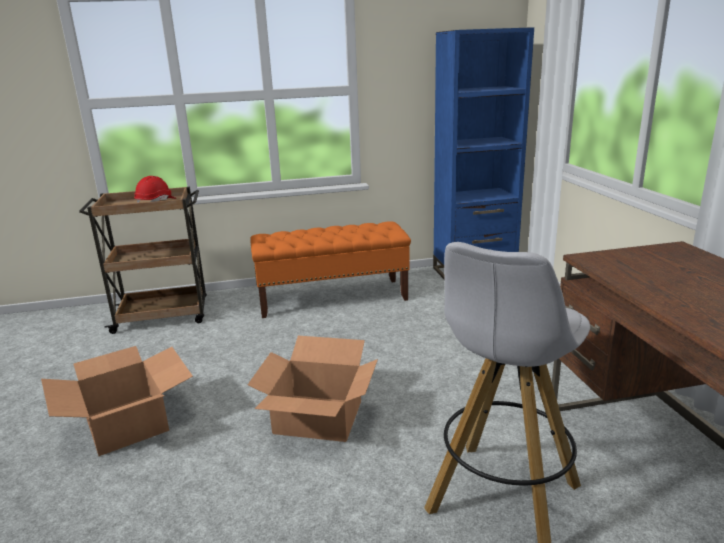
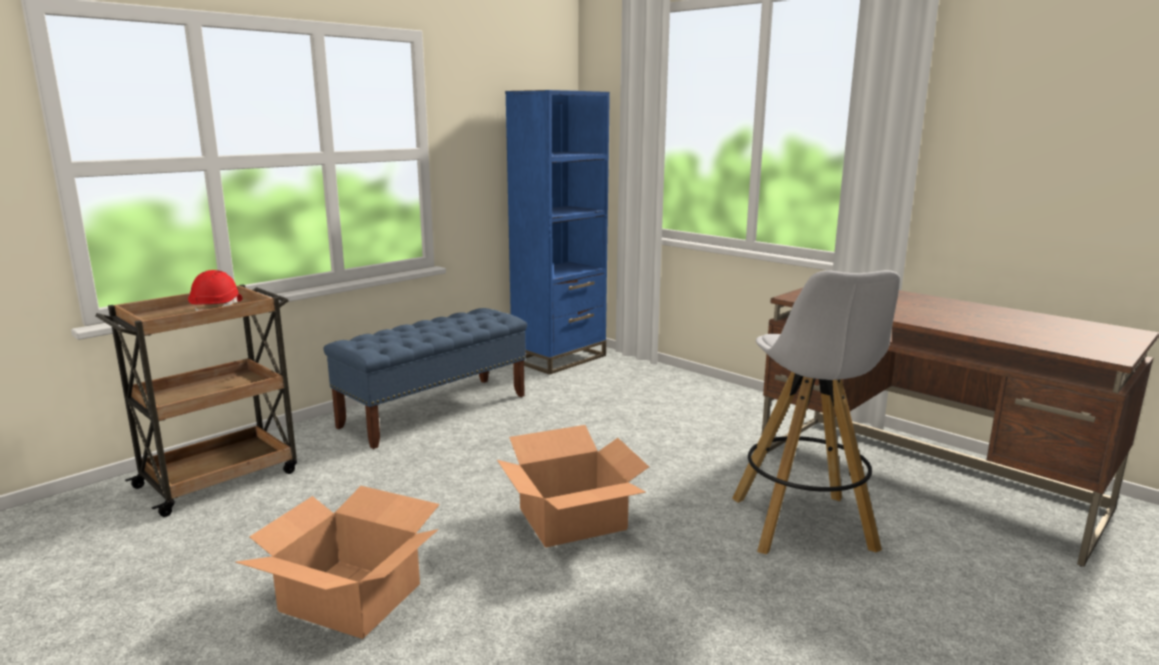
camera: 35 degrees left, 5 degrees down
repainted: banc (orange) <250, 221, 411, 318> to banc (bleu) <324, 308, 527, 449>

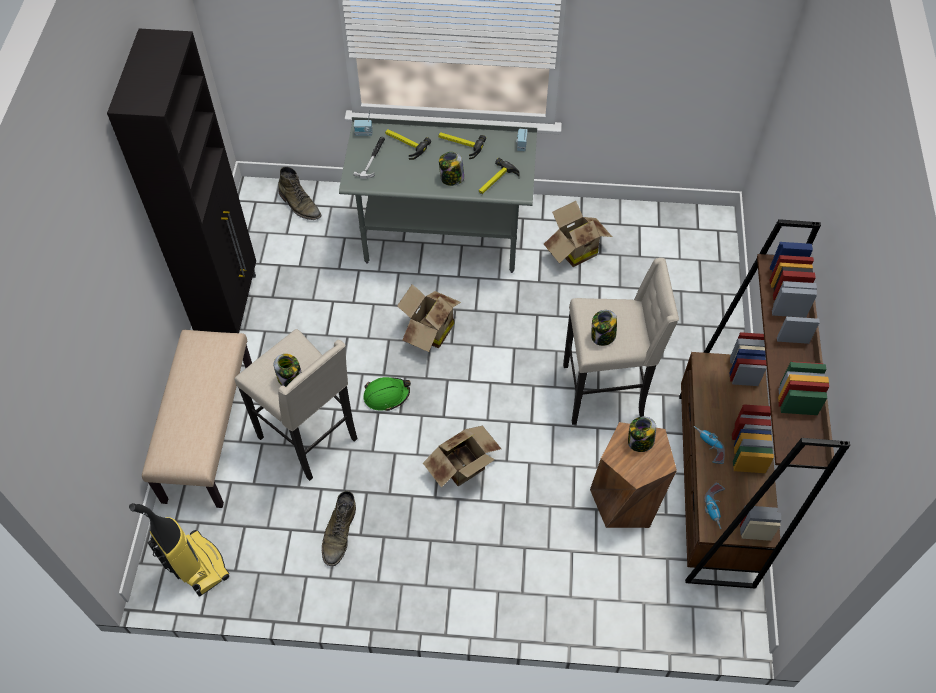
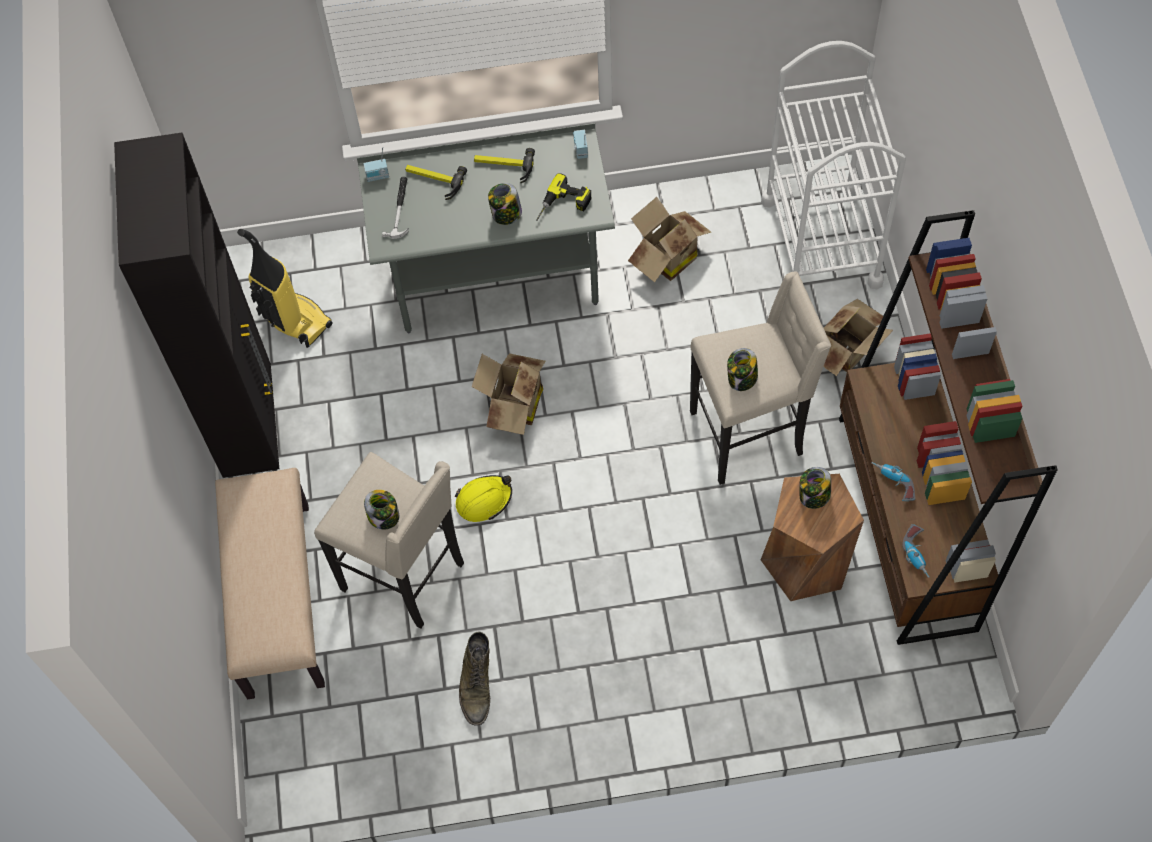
camera: 10 degrees left, 5 degrees up
gone: botte (vert) <278, 167, 322, 220>
new: chariot (blanc) <761, 41, 906, 289>
shifted: aspirateur <129, 503, 229, 597> to <237, 229, 332, 348>; carton <423, 426, 501, 488> to <823, 299, 893, 376>
swapped: marteau <479, 158, 519, 194> to perceuse <536, 173, 591, 221>
repainted: casque de chantier (vert) <363, 377, 411, 411> to casque de chantier (jaune) <455, 475, 512, 522>

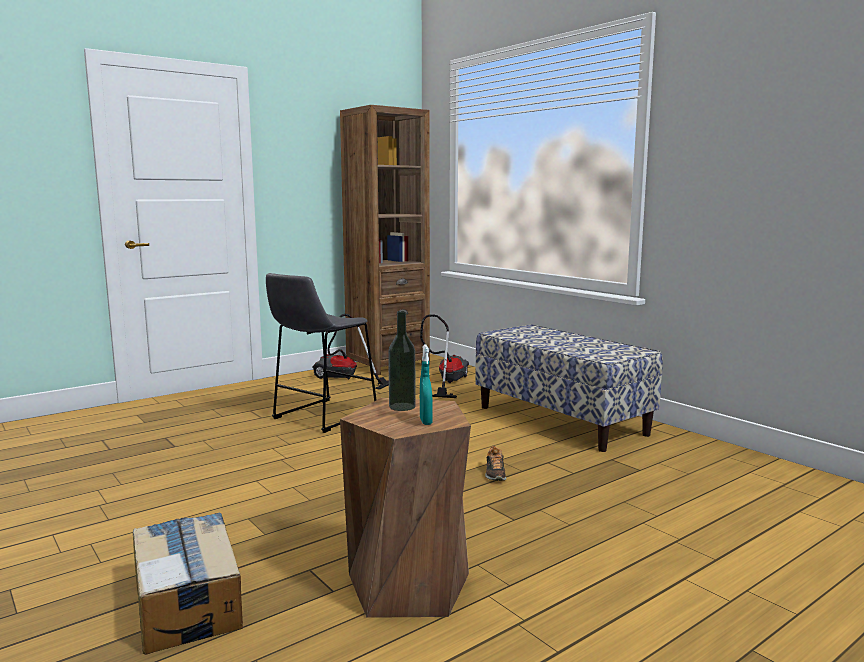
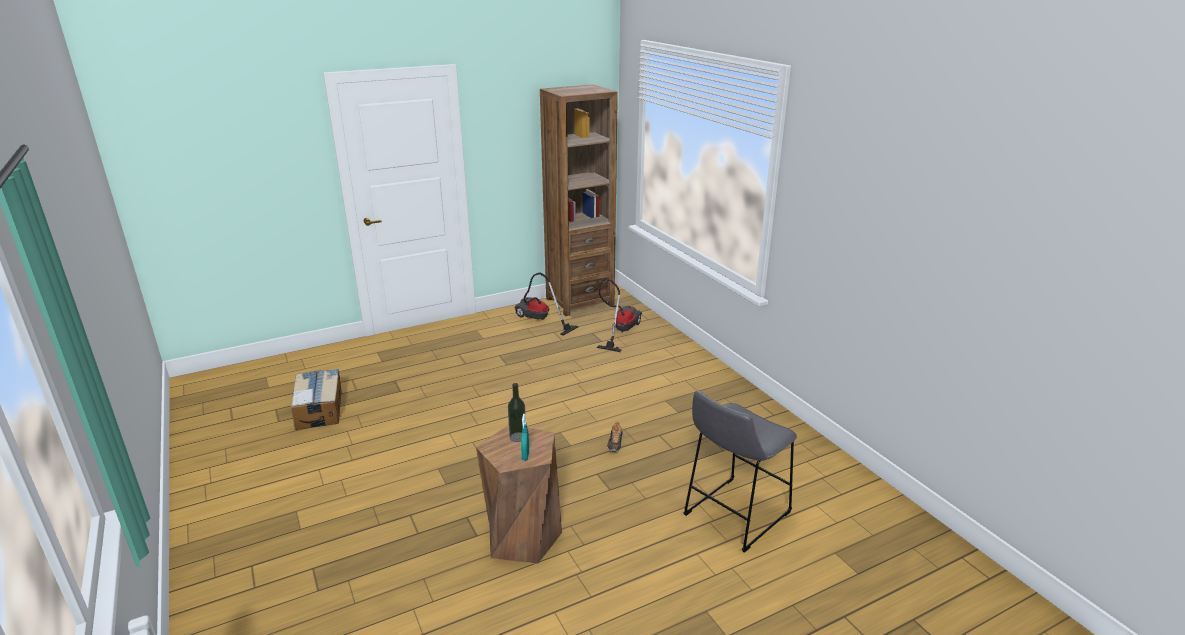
camera: 10 degrees right, 15 degrees up
gone: banc <475, 325, 663, 452>
shifted: carton <133, 513, 243, 655> to <291, 369, 341, 430>; tabouret (gris) <266, 273, 376, 433> to <683, 391, 797, 553>

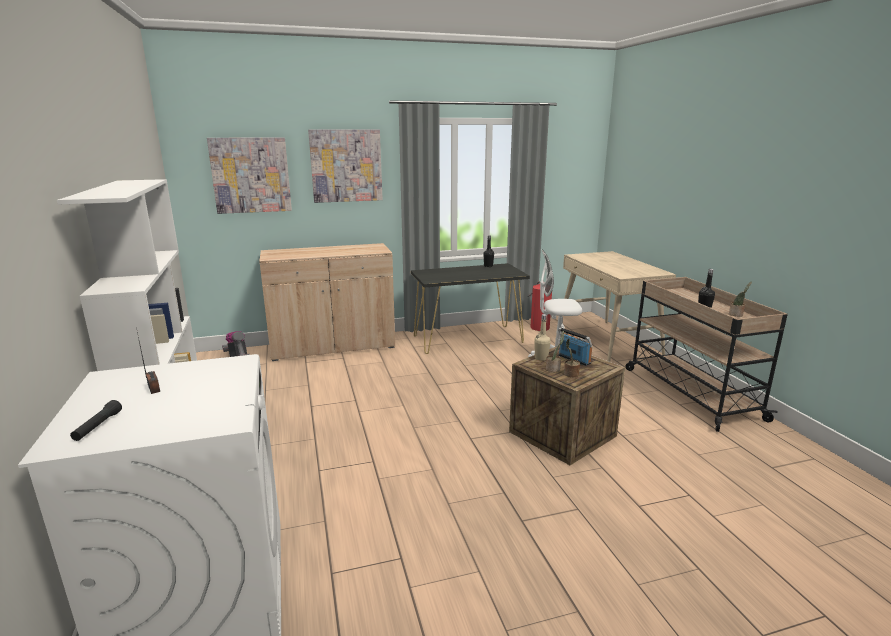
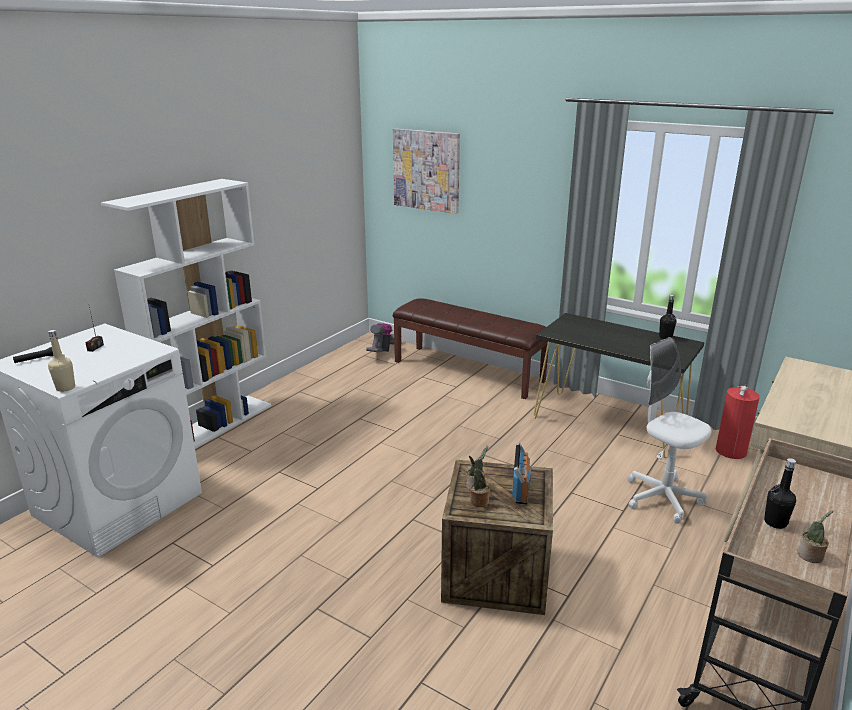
camera: 50 degrees right, 5 degrees up
gone: tableau <308, 129, 383, 203>
shifted: bouteille (beige) <534, 314, 551, 361> to <48, 330, 75, 392>
swapped: meuble de rangement (beige) <259, 243, 395, 361> to banc (marron) <393, 298, 549, 399>

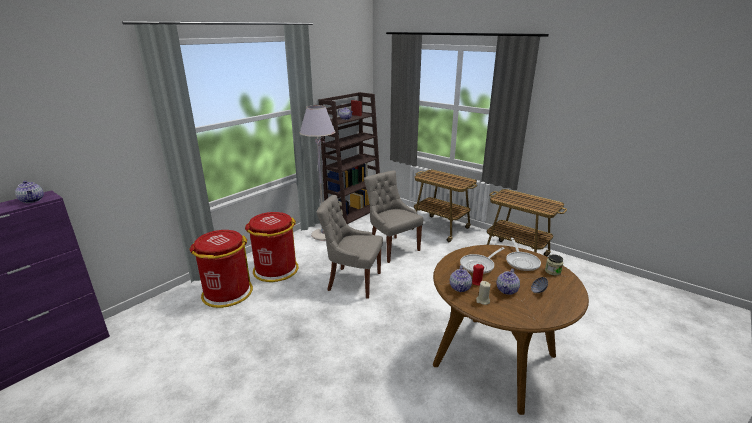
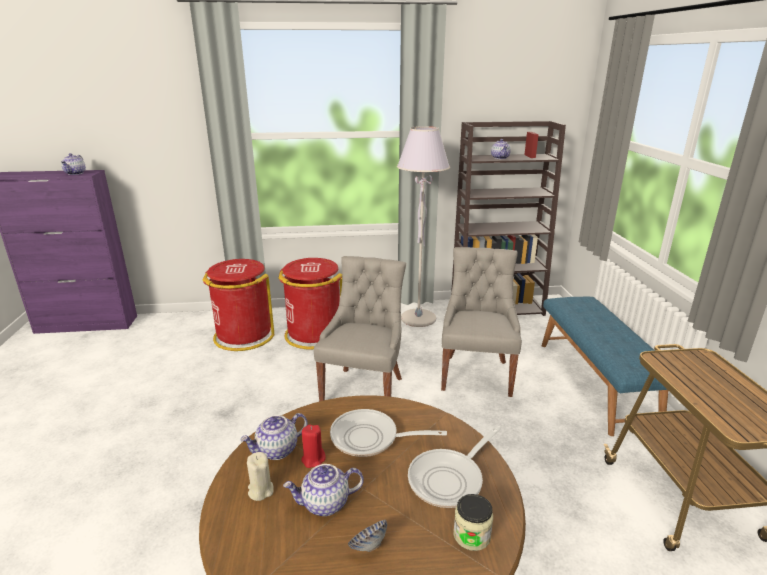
camera: 45 degrees right, 0 degrees up
swapped: chariot <411, 170, 477, 242> to banc (bleu) <542, 297, 668, 436>
rotated: chaise (gris) <317, 195, 383, 299> = <314, 256, 406, 401> 45 degrees clockwise

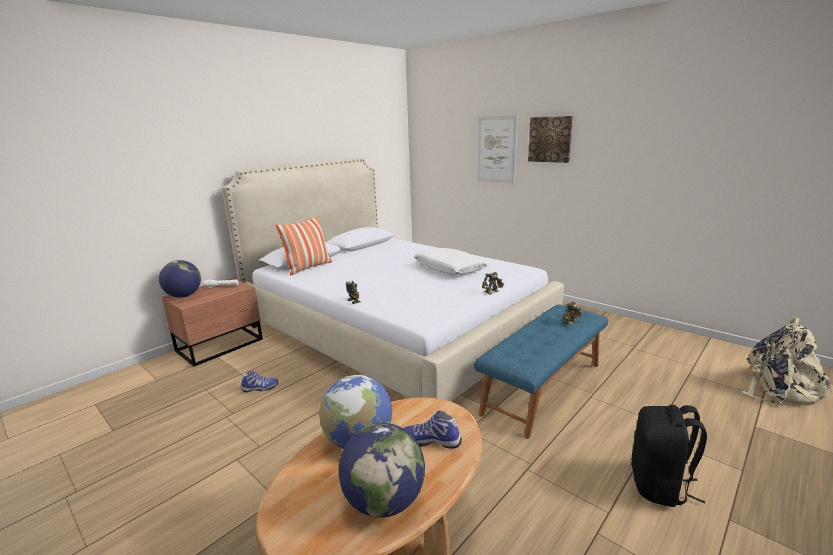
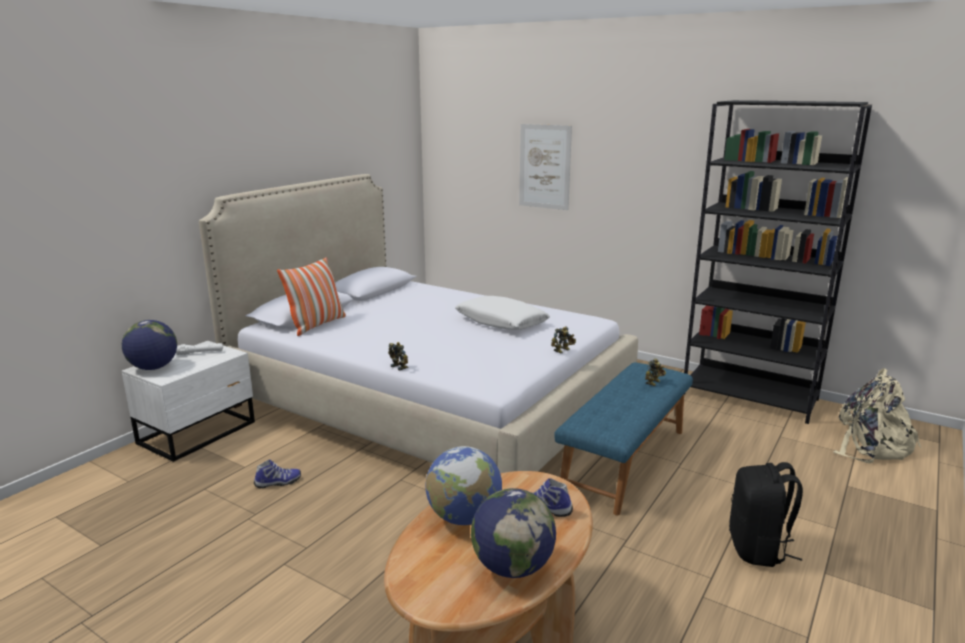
camera: 10 degrees left, 0 degrees up
gone: tableau <528, 116, 573, 163>
new: bibliothèque (noir) <684, 100, 872, 424>
repainted: table de chevet (marron) <162, 278, 263, 367> to table de chevet (blanc) <122, 341, 255, 462>

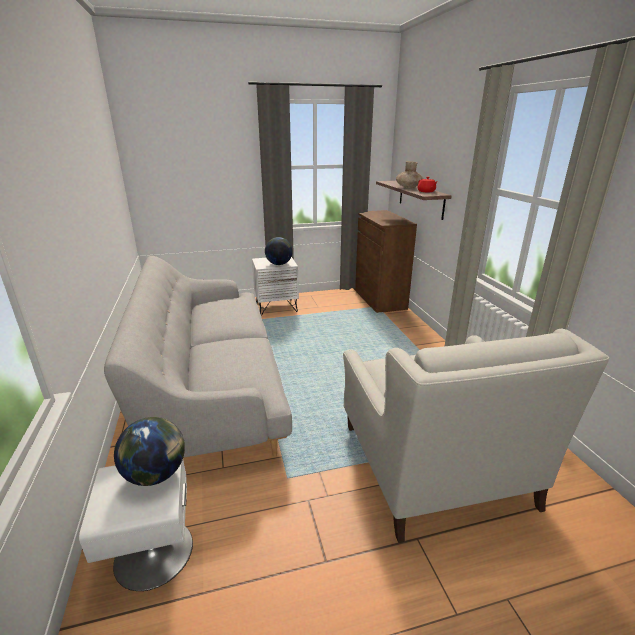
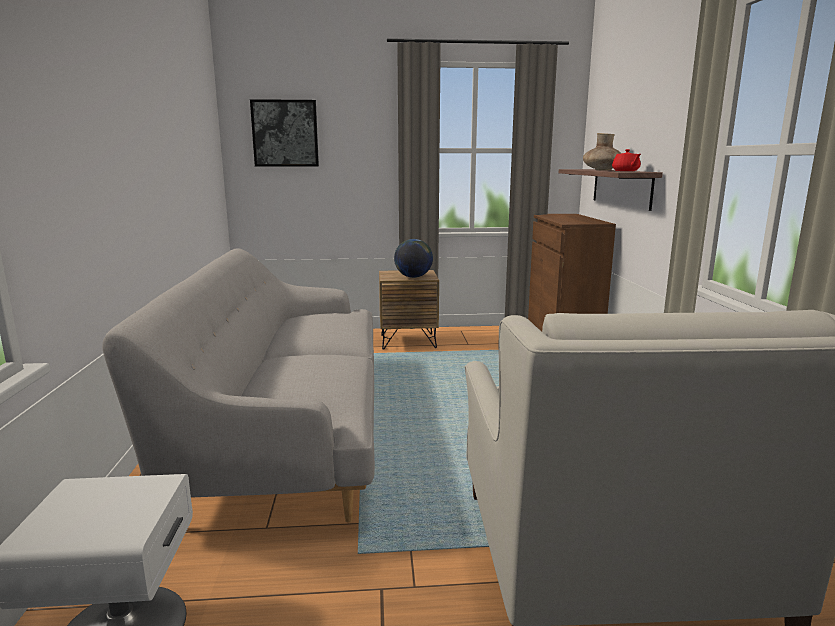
camera: 10 degrees right, 10 degrees down
gone: globe <114, 417, 185, 486>
new: tableau <250, 99, 319, 166>
repainted: table de chevet (blanc) <252, 257, 299, 316> to table de chevet (marron) <379, 270, 439, 349>

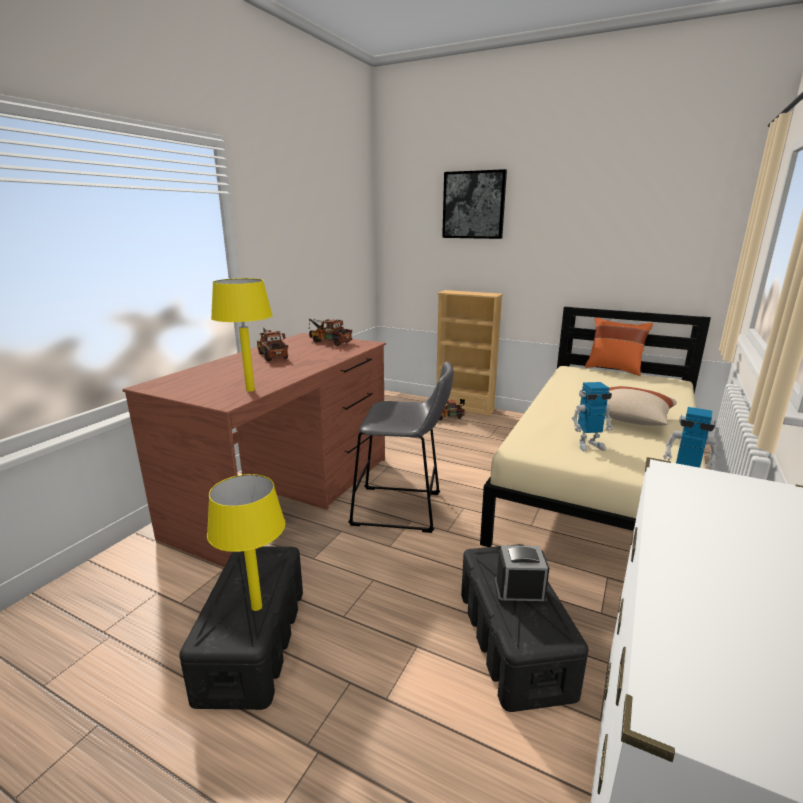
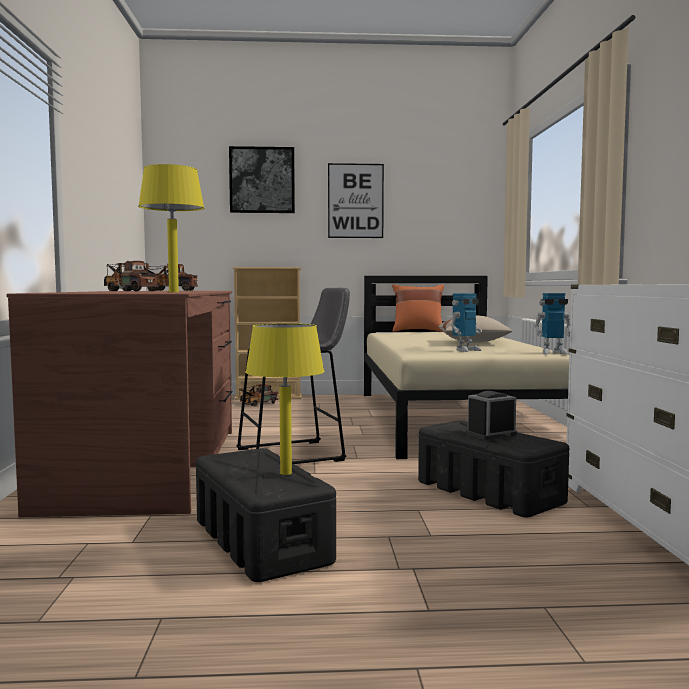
camera: 30 degrees left, 15 degrees down
new: tableau <328, 163, 384, 238>

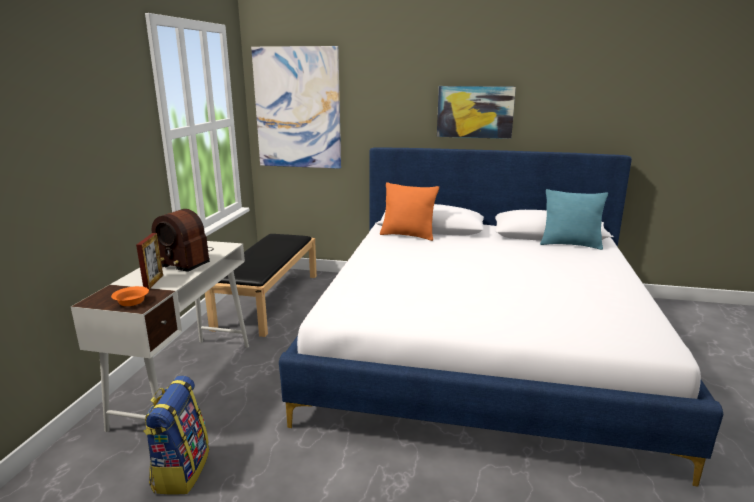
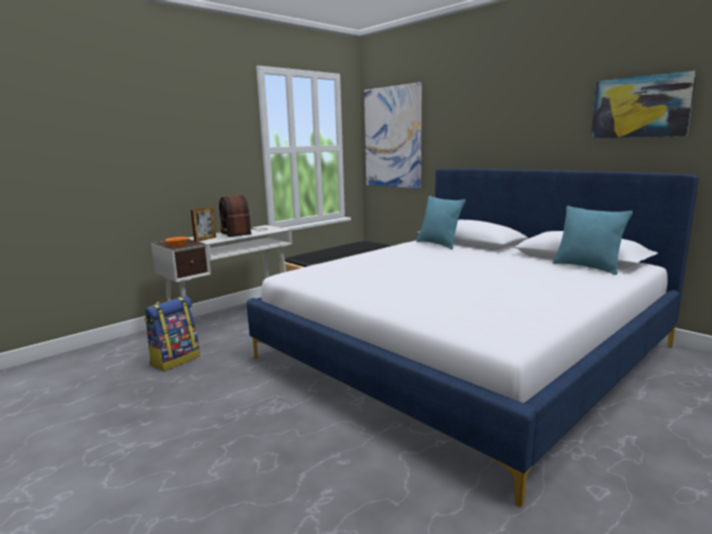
camera: 35 degrees right, 5 degrees down
shifted: tableau <437, 86, 516, 139> to <591, 70, 697, 139>
repainted: coussin (orange) <380, 182, 439, 241> to coussin (turquoise) <416, 196, 466, 249>

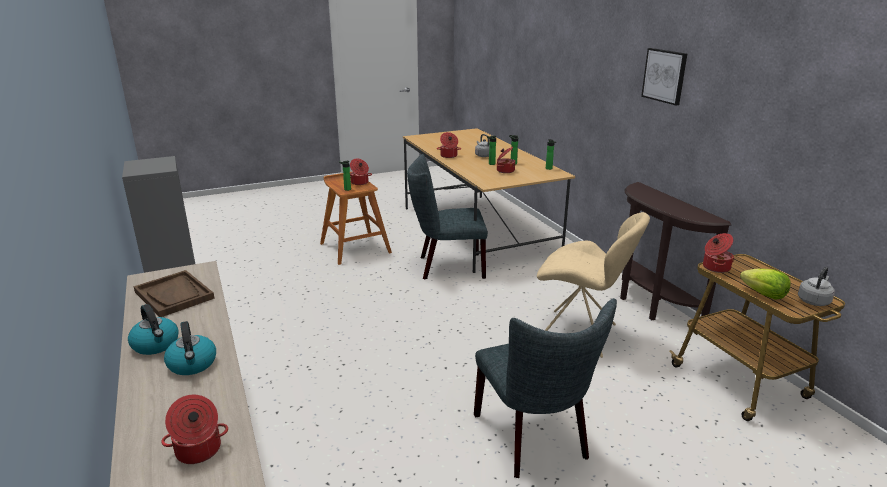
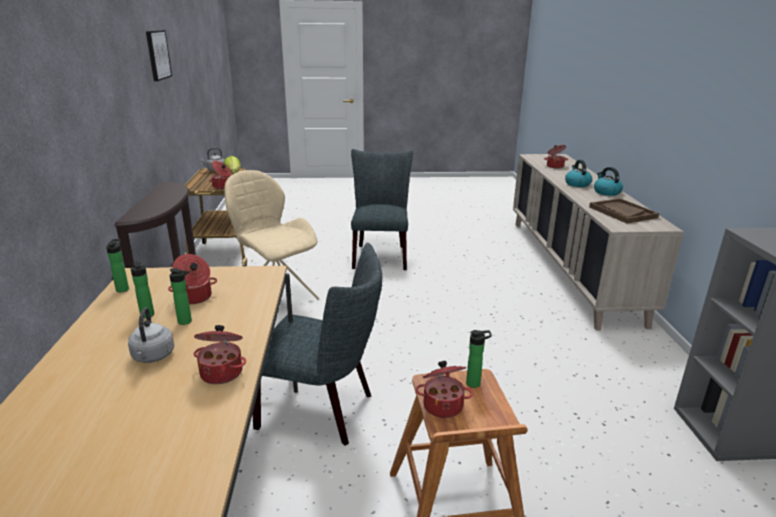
camera: 160 degrees left, 0 degrees up
shifted: tableau <641, 48, 687, 105> to <146, 30, 172, 81>

